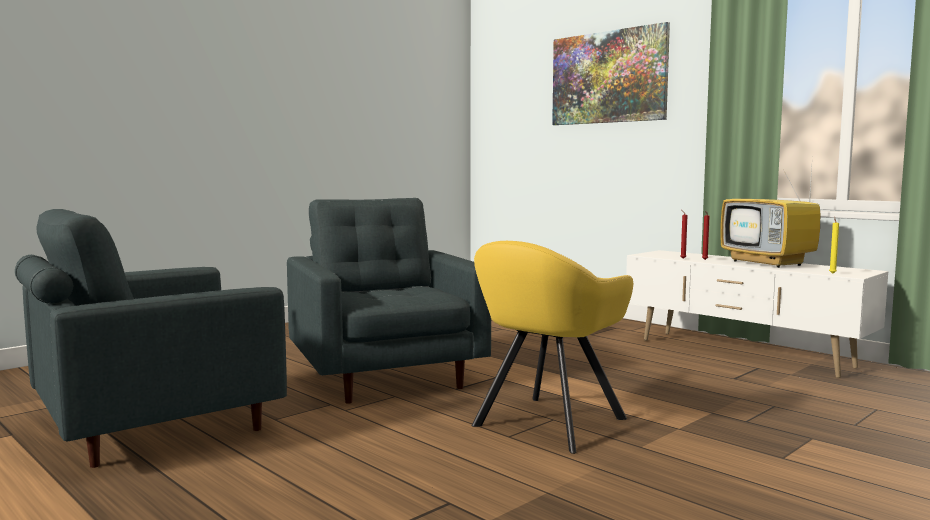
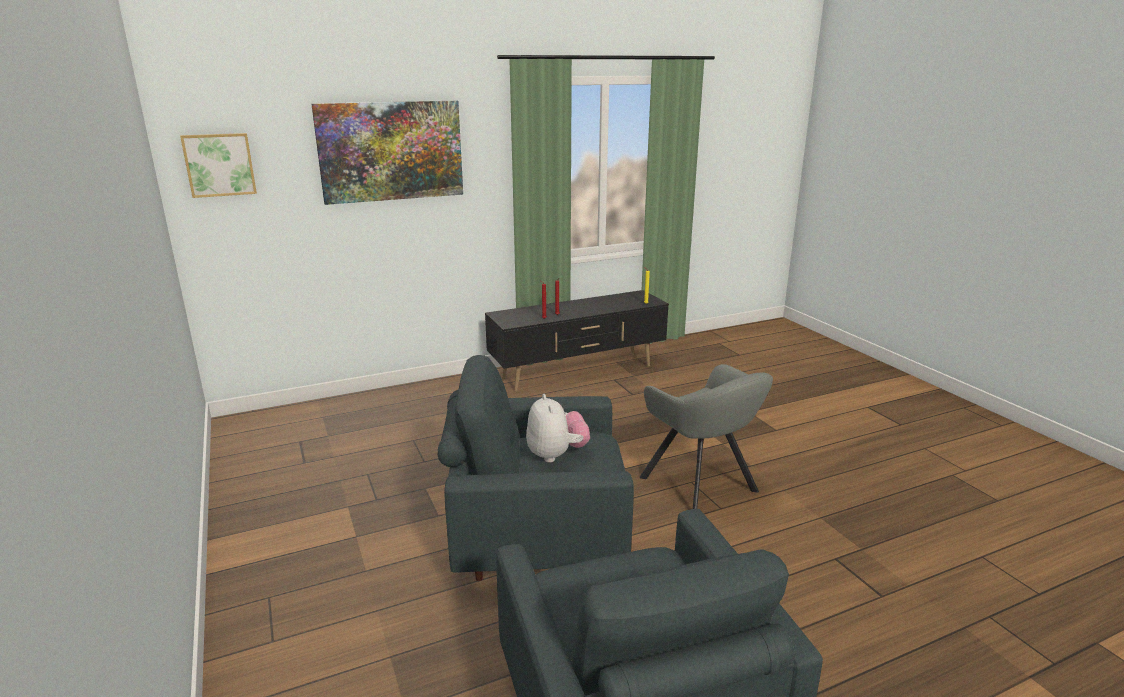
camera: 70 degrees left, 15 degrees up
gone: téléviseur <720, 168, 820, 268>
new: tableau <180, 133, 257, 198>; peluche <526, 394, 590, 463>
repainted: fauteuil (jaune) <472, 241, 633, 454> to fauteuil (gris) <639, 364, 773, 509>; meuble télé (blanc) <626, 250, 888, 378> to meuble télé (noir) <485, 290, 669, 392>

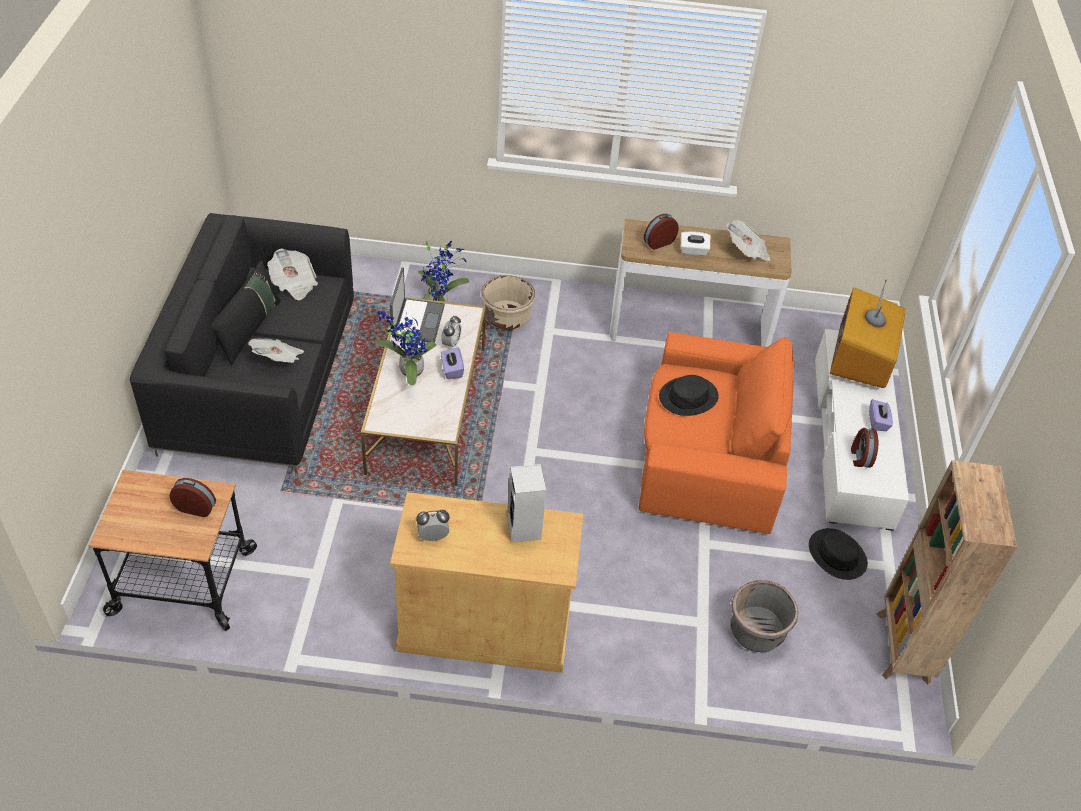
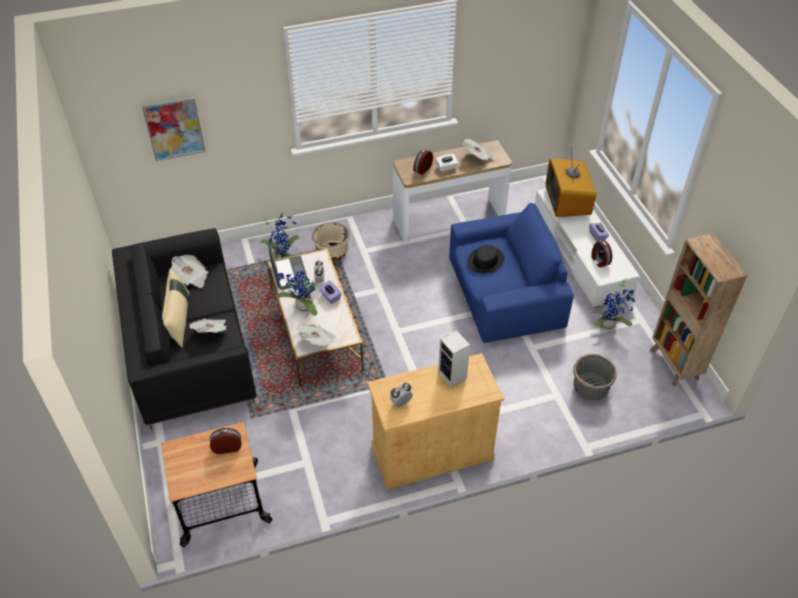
camera: 20 degrees left, 0 degrees up
new: tableau <142, 97, 206, 161>; journal <297, 324, 336, 346>
swapped: chapeau (noir) <809, 528, 868, 580> to plante en pot <592, 280, 636, 329>
repainted: coussin (noir) <211, 260, 281, 366> to coussin (beige) <162, 269, 189, 347>; fauteuil (orange) <639, 332, 794, 534> to fauteuil (bleu) <449, 203, 574, 343>

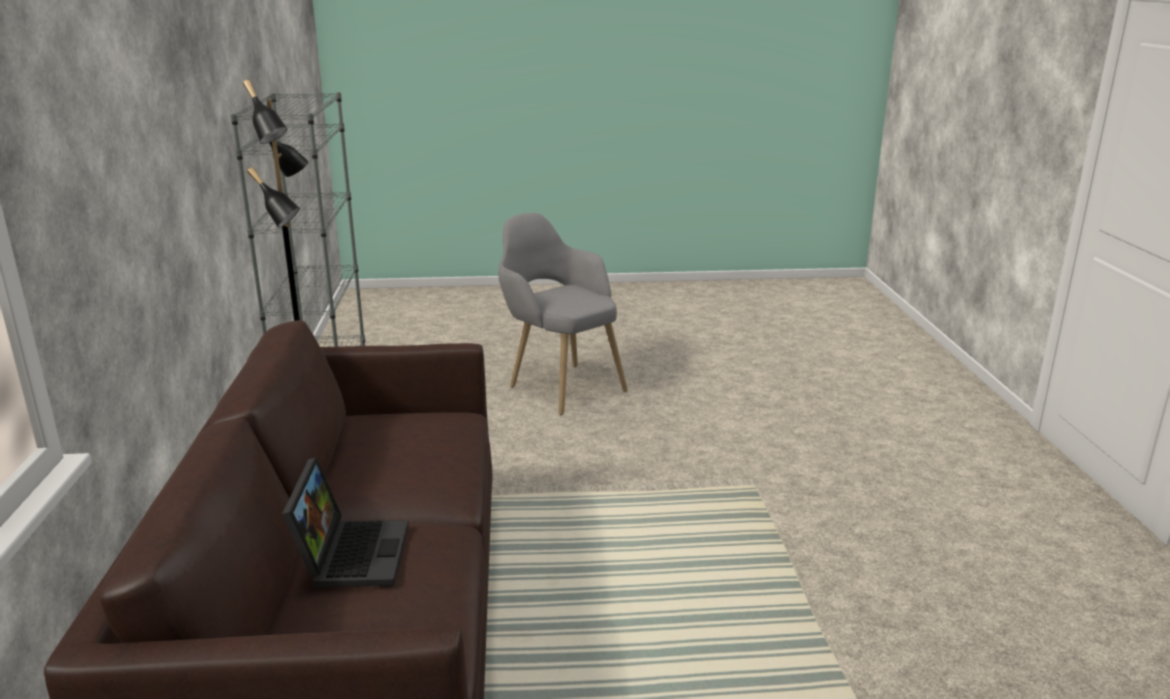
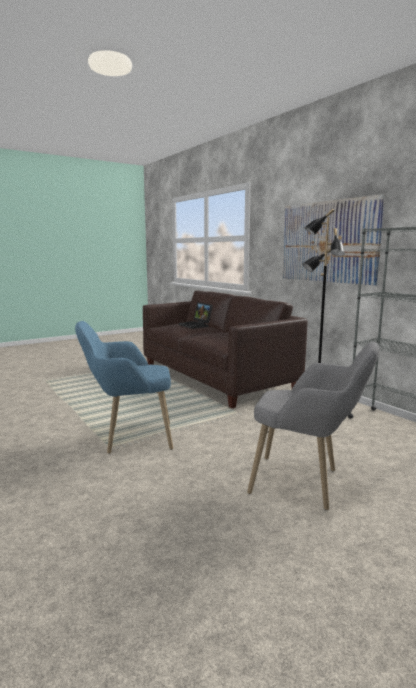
camera: 150 degrees right, 10 degrees down
new: fauteuil (bleu) <75, 321, 173, 454>; tableau <282, 194, 385, 286>

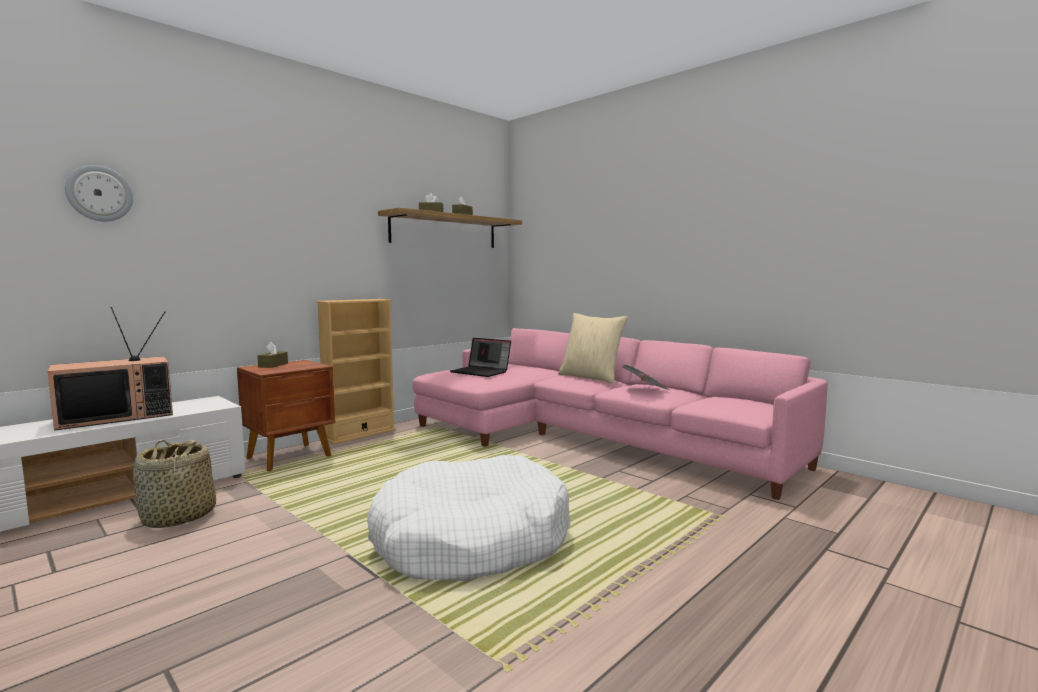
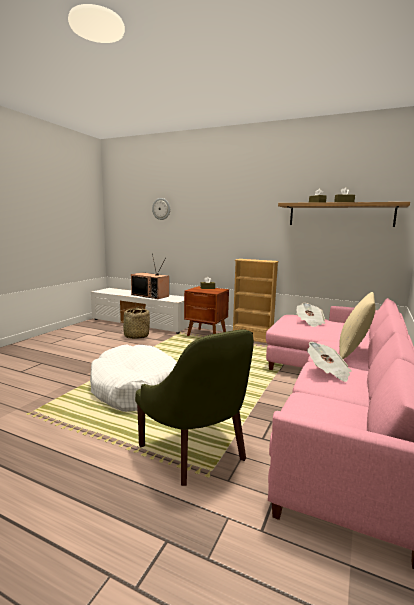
camera: 70 degrees right, 5 degrees up
new: fauteuil (vert) <135, 329, 254, 486>
swapped: ordinateur portable <450, 338, 511, 377> to journal <297, 303, 325, 327>

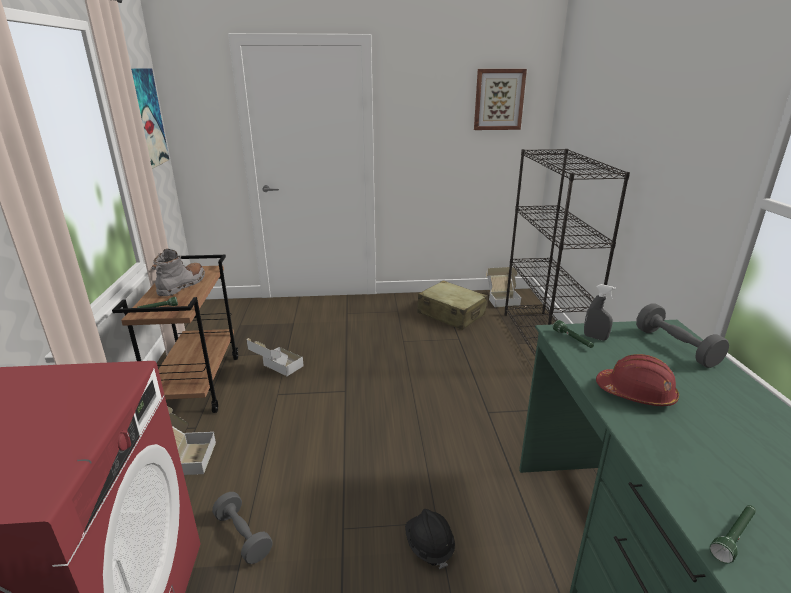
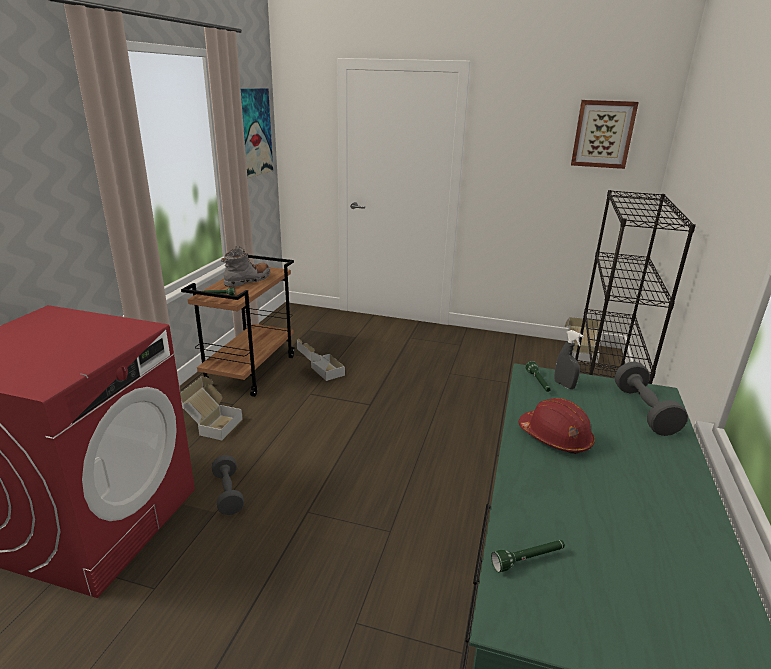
camera: 20 degrees right, 0 degrees up
gone: casque de chantier (noir) <405, 509, 455, 569>; valise (beige) <417, 280, 488, 330>

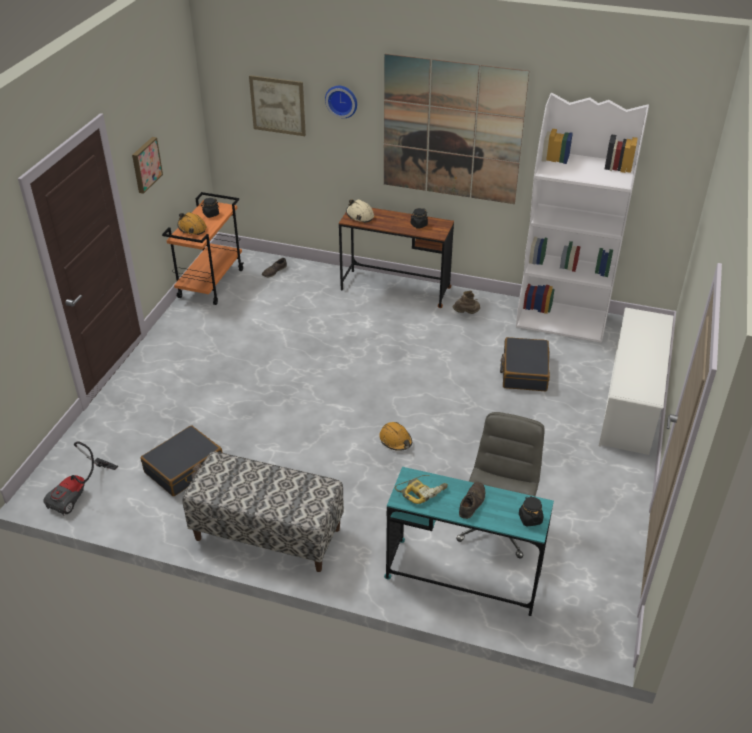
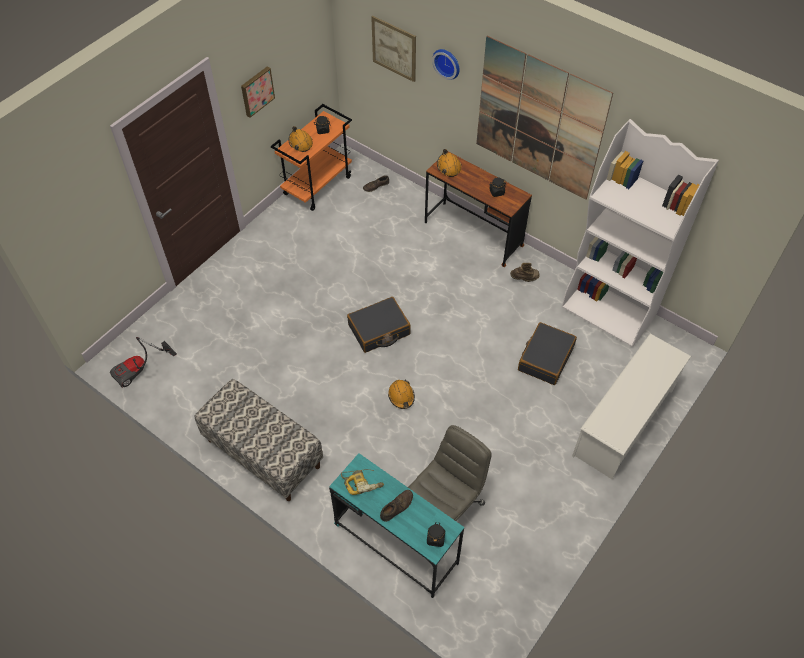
camera: 20 degrees right, 15 degrees up
shifted: valise (noir) <140, 425, 223, 496> to <347, 297, 411, 353>
repainted: casque de chantier (beige) <346, 199, 374, 223> to casque de chantier (orange) <437, 149, 462, 177>

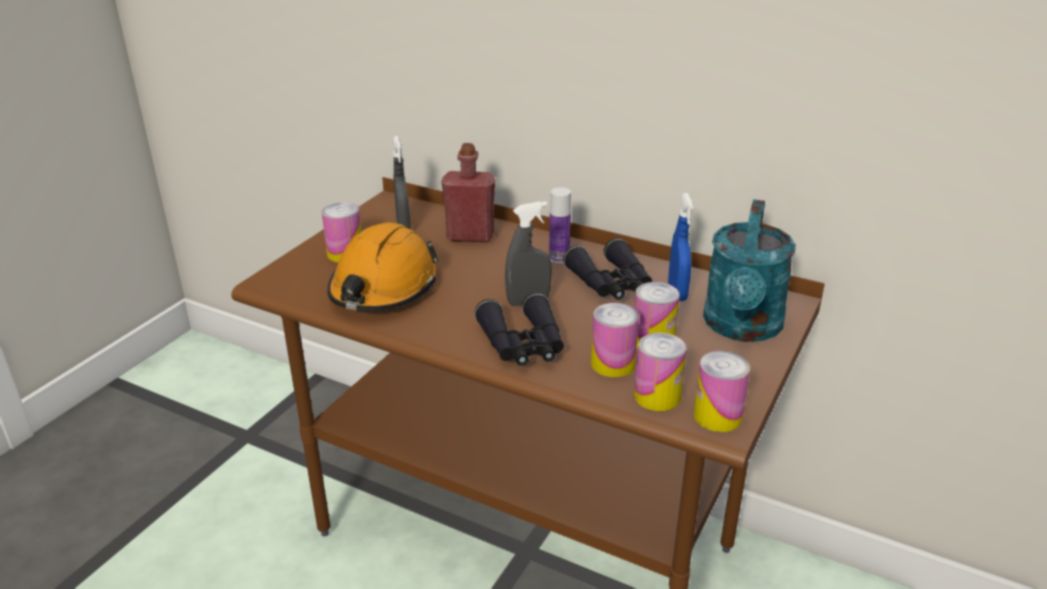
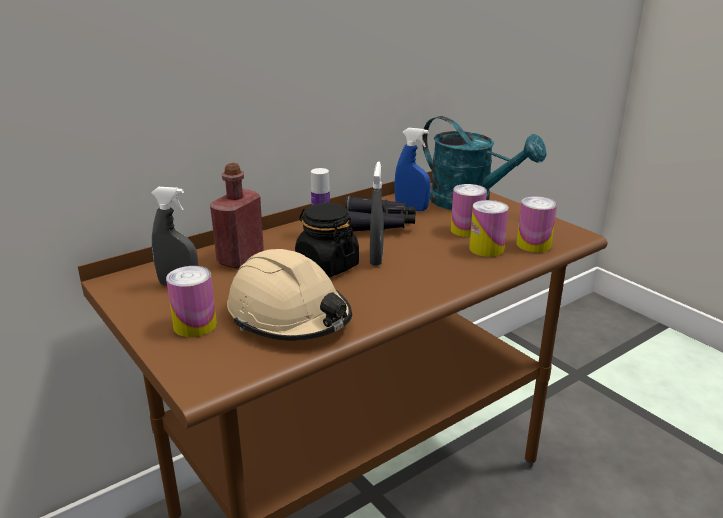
camera: 65 degrees left, 5 degrees down
gone: jumelles (noir) <474, 293, 564, 366>; boîte métallique <694, 351, 750, 432>
new: bocal (noir) <295, 203, 359, 277>
repainted: casque de chantier (orange) <327, 223, 439, 311> to casque de chantier (beige) <227, 249, 352, 341>

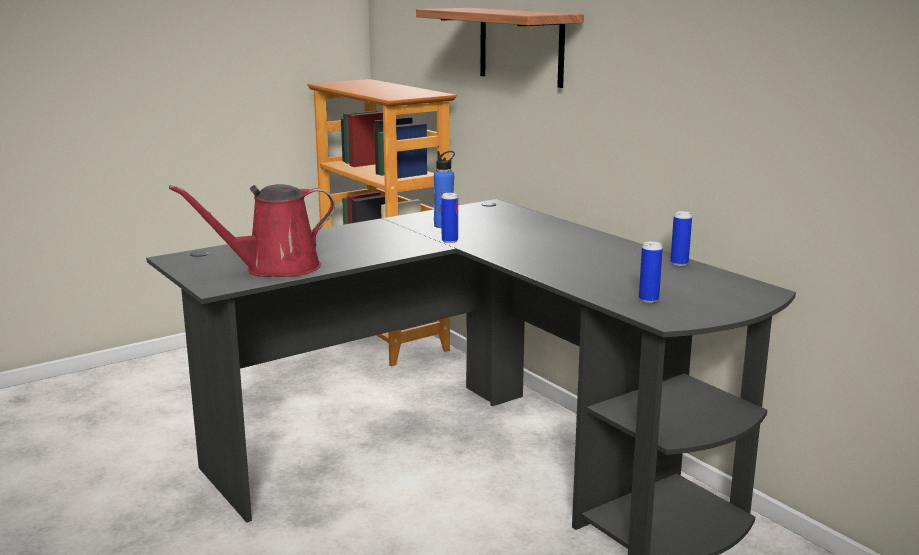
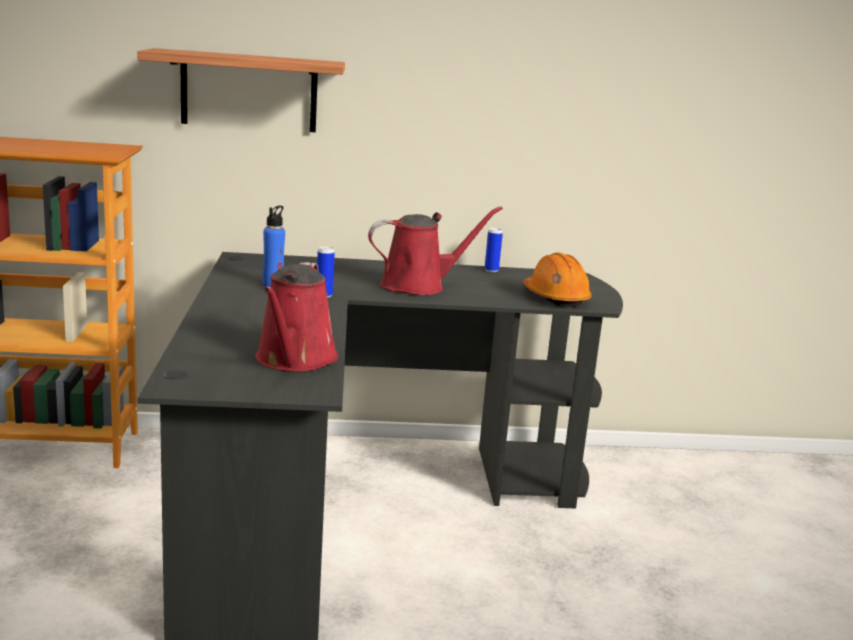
camera: 60 degrees left, 0 degrees up
new: arrosoir (rouge) <368, 206, 503, 295>
swapped: boîte métallique <639, 241, 663, 303> to casque de chantier (orange) <523, 253, 592, 307>

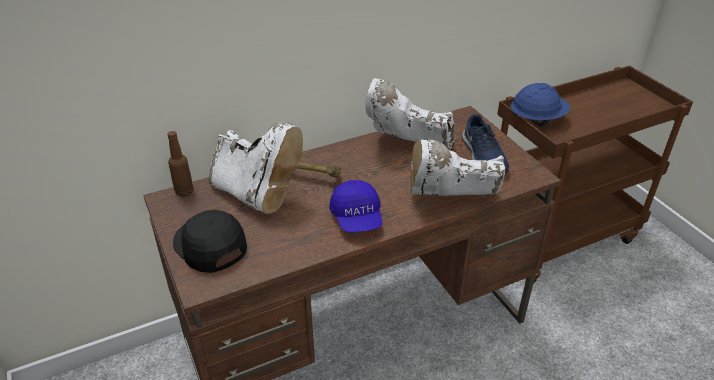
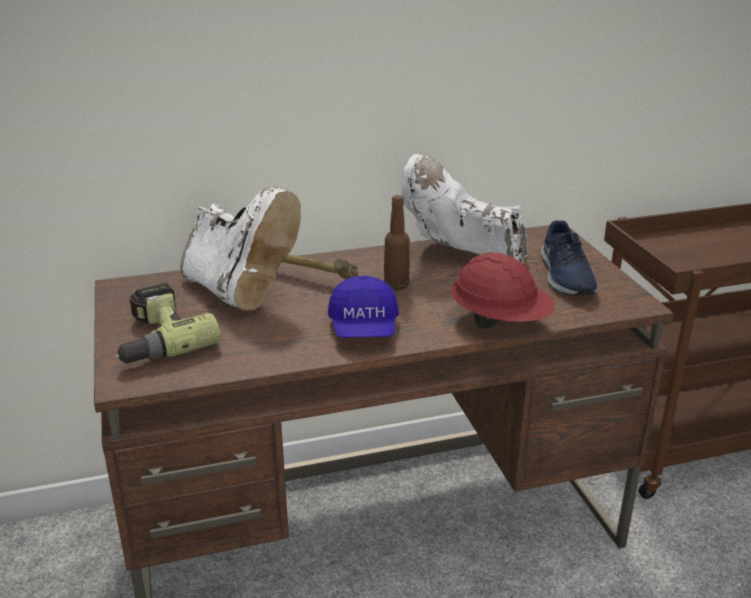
camera: 10 degrees right, 10 degrees down
gone: casque de chantier (bleu) <510, 83, 570, 127>
shifted: bouteille (marron) <167, 131, 194, 197> to <384, 195, 410, 290>
swapped: casquette (noir) <173, 210, 247, 273> to perceuse <115, 283, 221, 364>; botte (blanc) <410, 140, 505, 196> to casque de chantier (rouge) <451, 252, 555, 329>

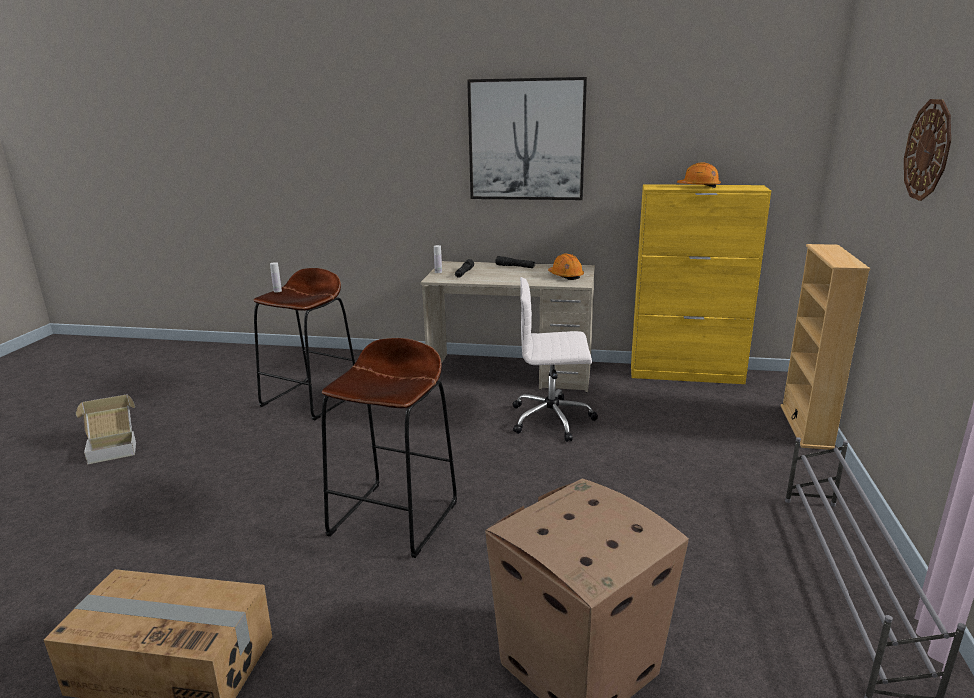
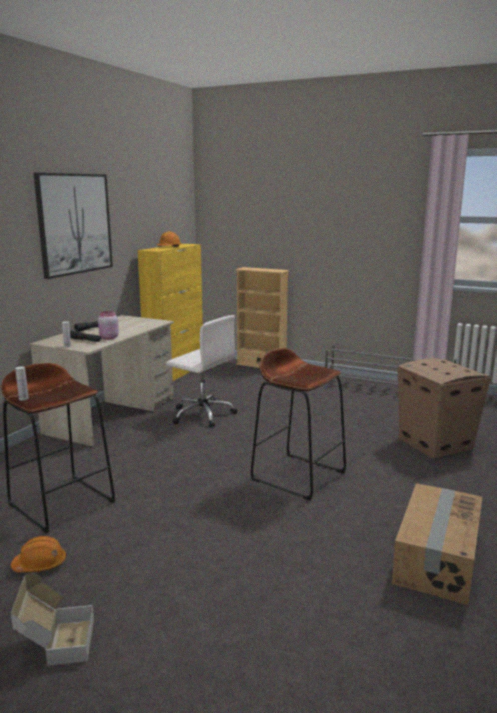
camera: 75 degrees left, 5 degrees down
gone: horloge murale <904, 99, 951, 201>
new: bocal (rose) <98, 311, 119, 340>
shifted: casque de chantier (orange) <548, 254, 584, 280> to <11, 536, 66, 572>
rotated: chaise de bureau (blanc) <513, 277, 598, 442> = <166, 315, 237, 427> 75 degrees counterclockwise

